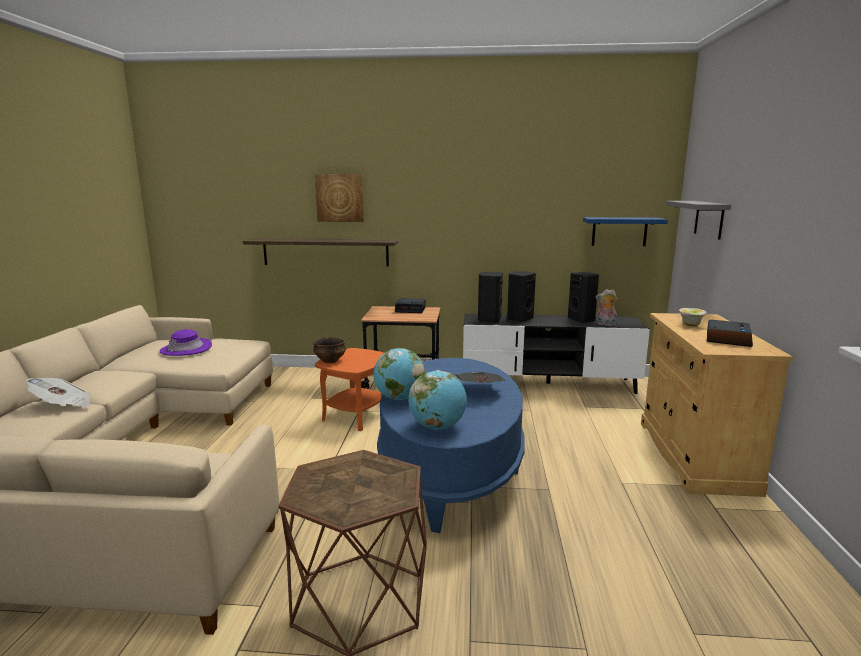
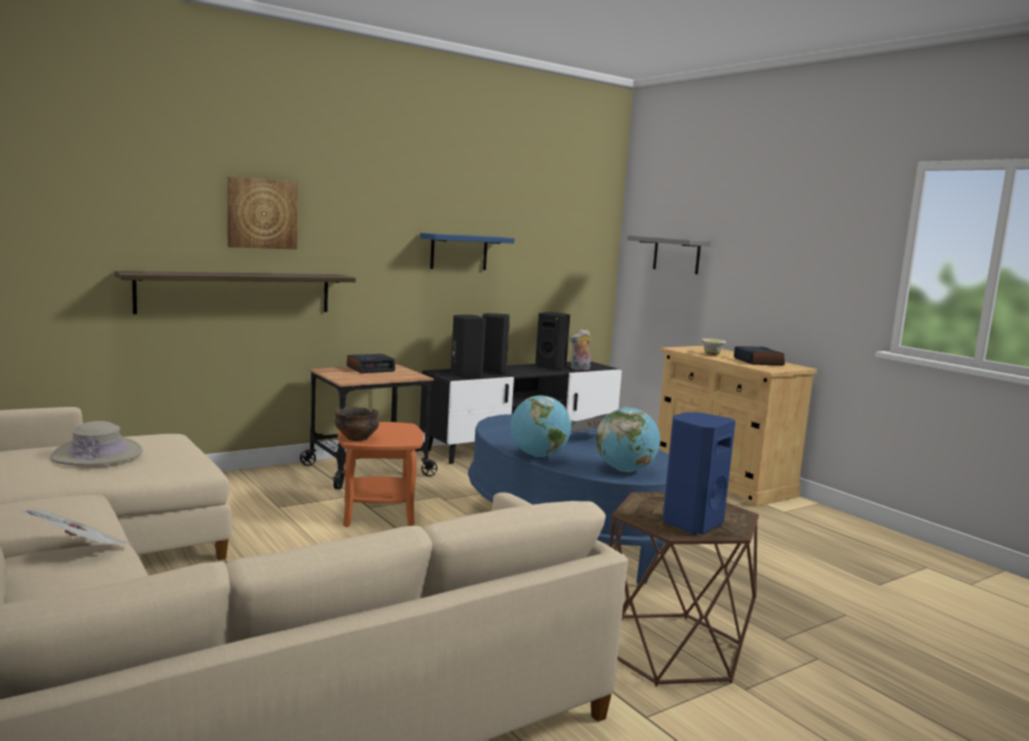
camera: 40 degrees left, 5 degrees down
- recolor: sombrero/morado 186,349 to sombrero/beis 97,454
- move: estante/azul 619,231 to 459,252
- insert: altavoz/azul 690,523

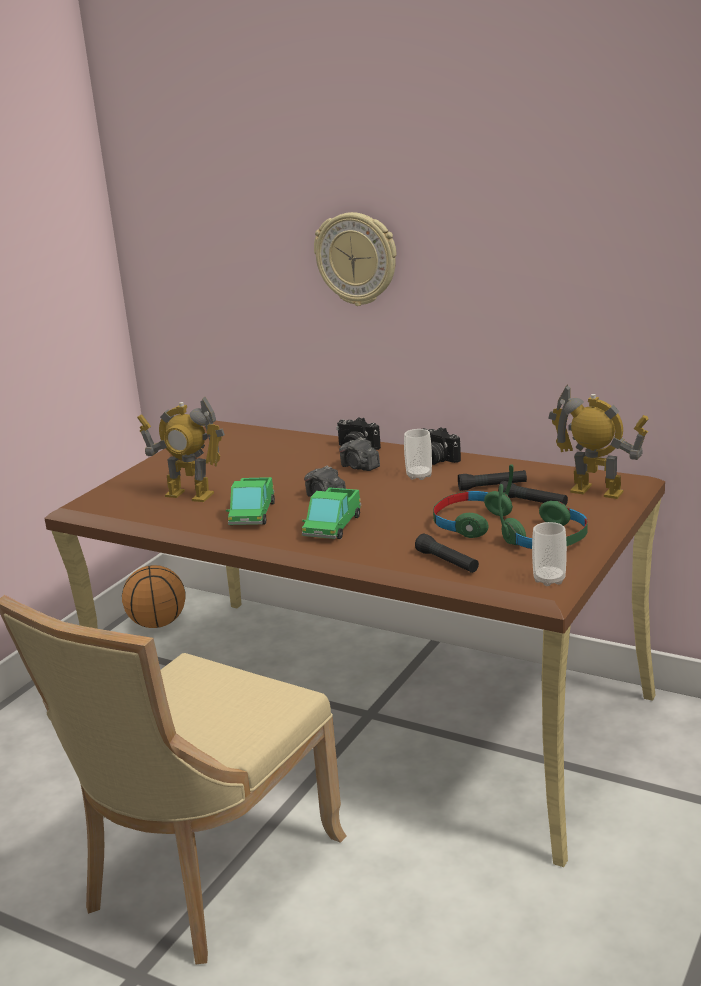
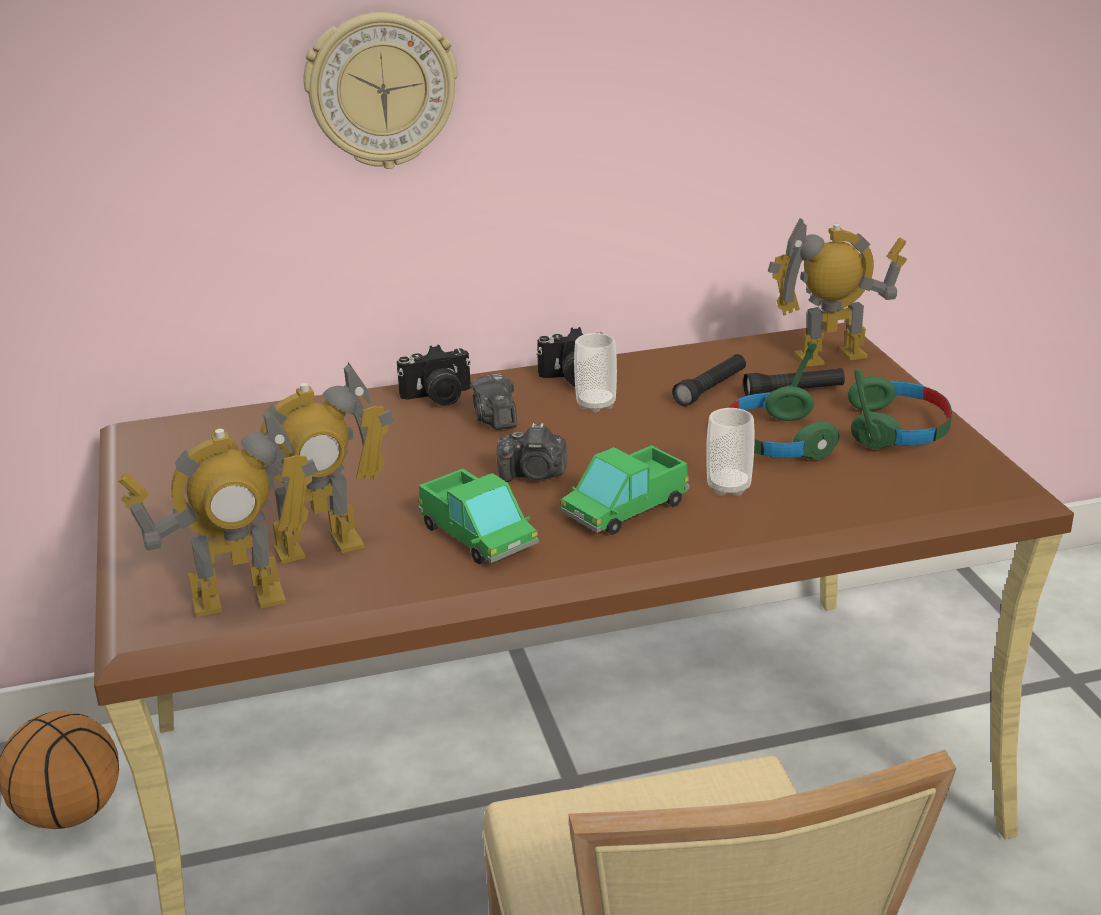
camera: 45 degrees left, 5 degrees up
- insert: robot de juguete 239,599
- rotate: cámara 360,467 = 495,419 75 degrees clockwise
- rotate: camión de juguete 332,526 = 625,509 75 degrees clockwise
- move: taza 549,579 to 729,487
- delete: linterna/negro 447,562

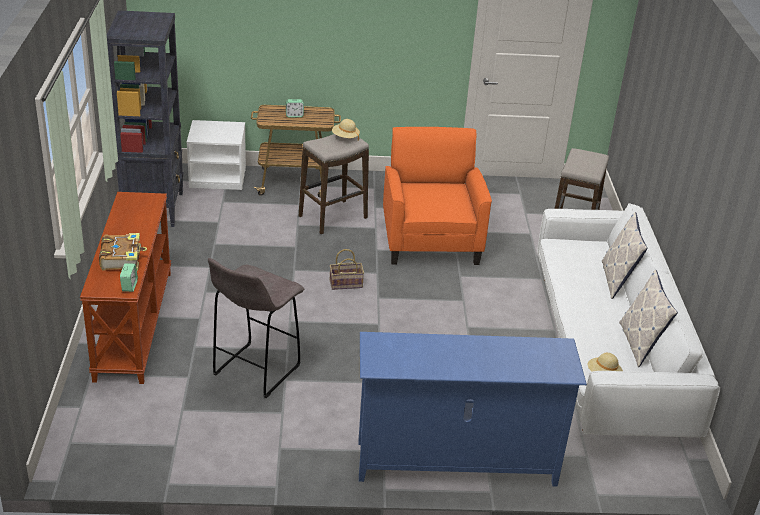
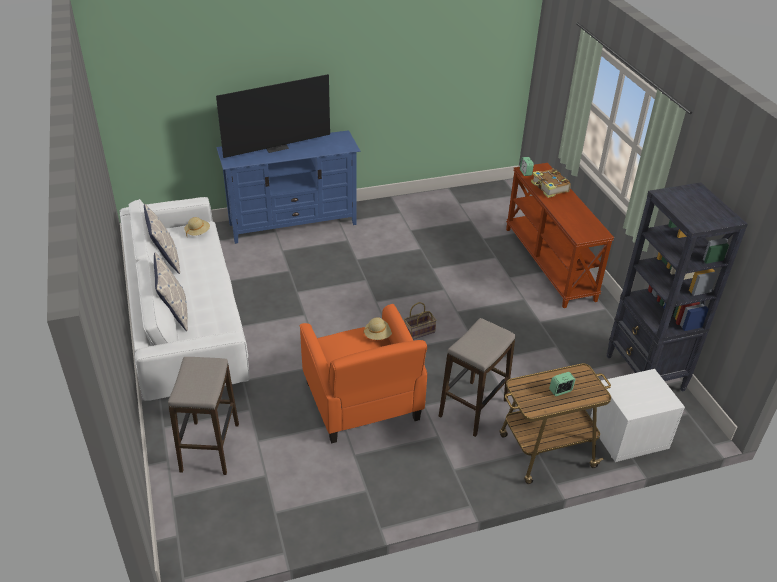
camera: 165 degrees right, 5 degrees up
- insert: televisor 276,147
- move: sombrero/beis 345,137 to 378,335
- delete: taburete/gris 255,371

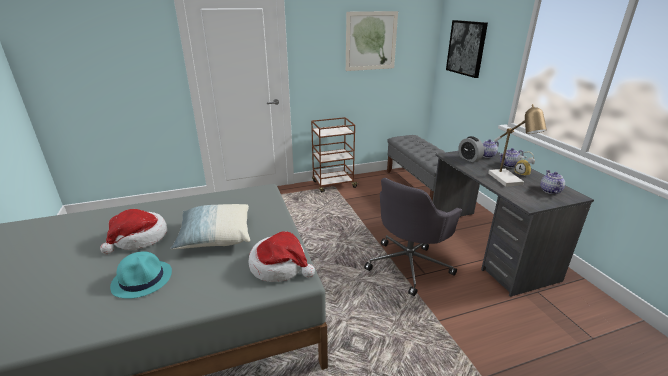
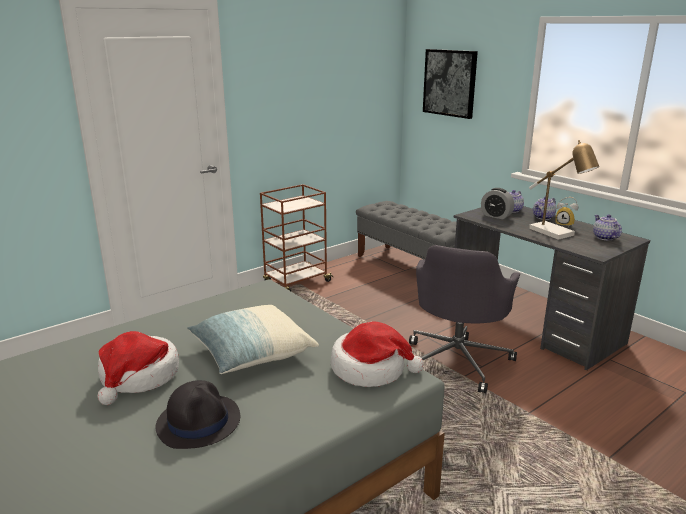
camera: 20 degrees left, 5 degrees down
- recolor: sombrero/turquesa 142,279 to sombrero/negro 199,422
- delete: cuadro 371,41

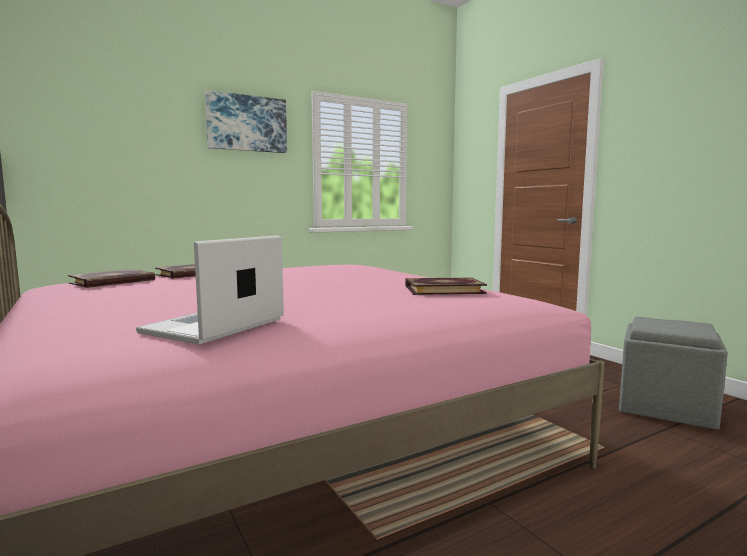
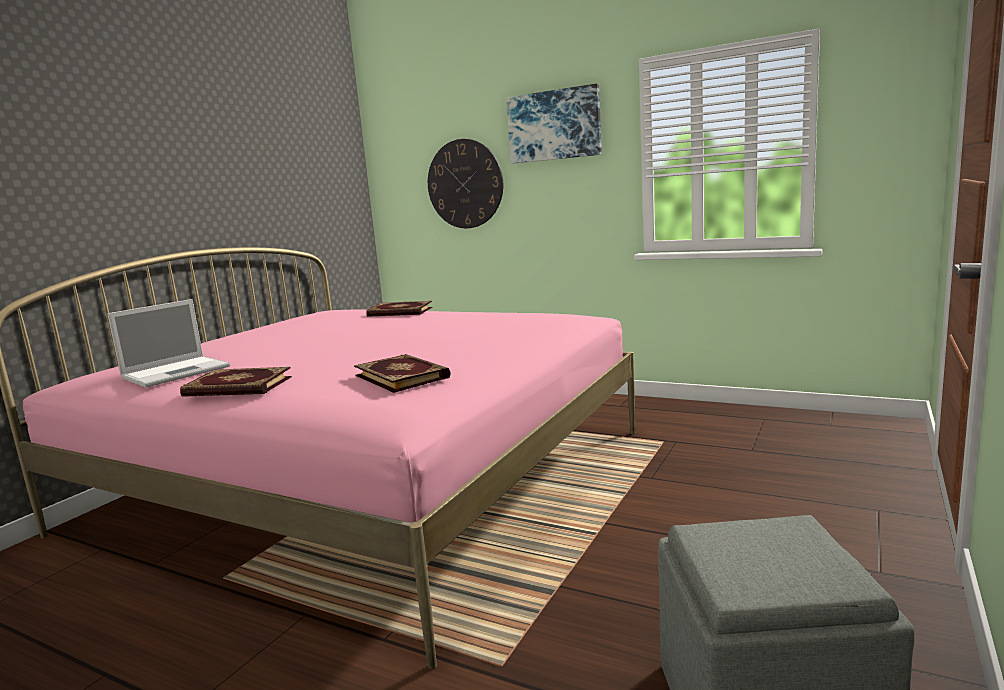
camera: 60 degrees right, 5 degrees up
- rotate: portátil 212,326 = 178,371 135 degrees clockwise
- move: libro 113,282 to 237,387
- insert: reloj de pared 465,184

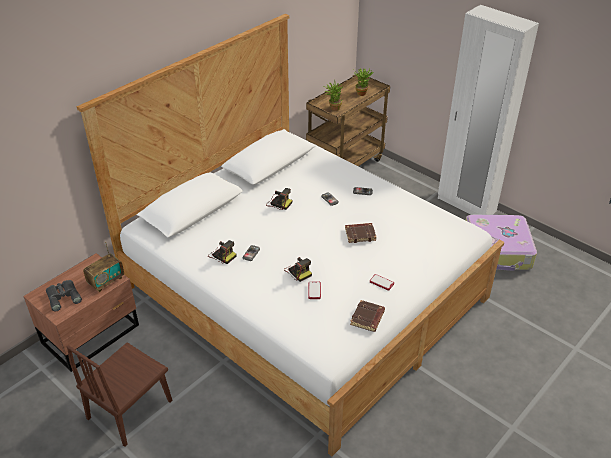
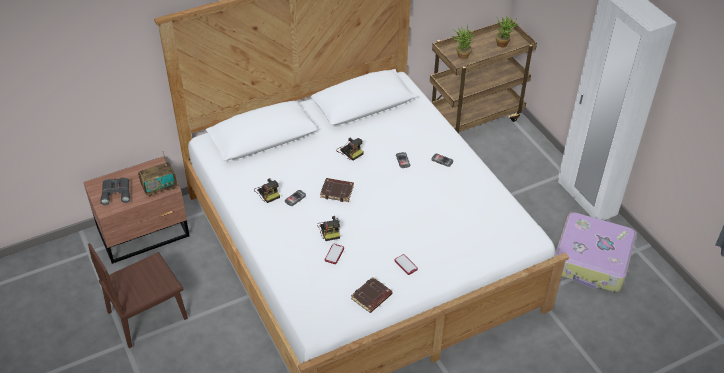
camera: 20 degrees right, 5 degrees up
- move: libro/marrón 360,234 to 337,191

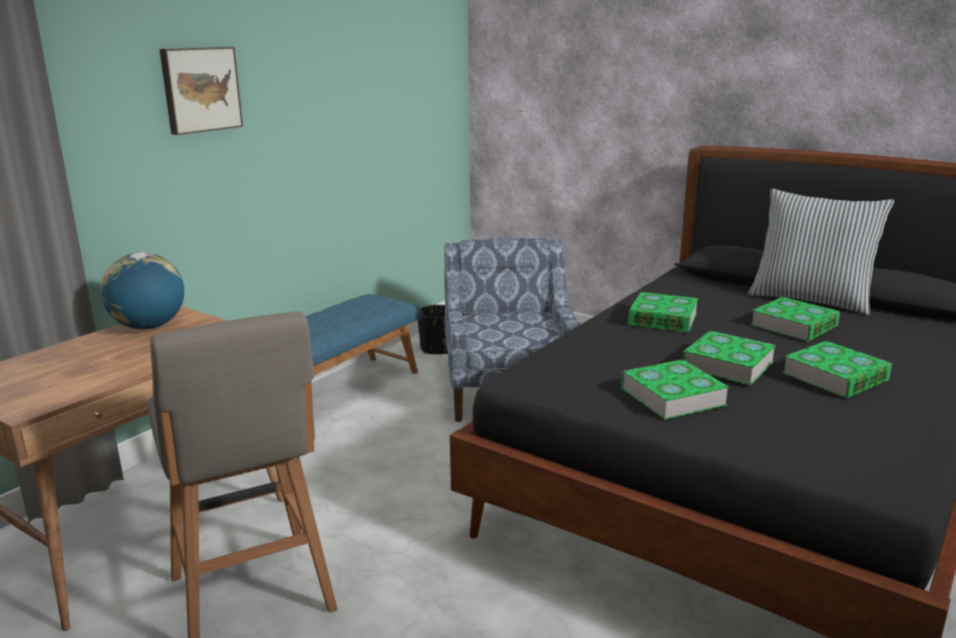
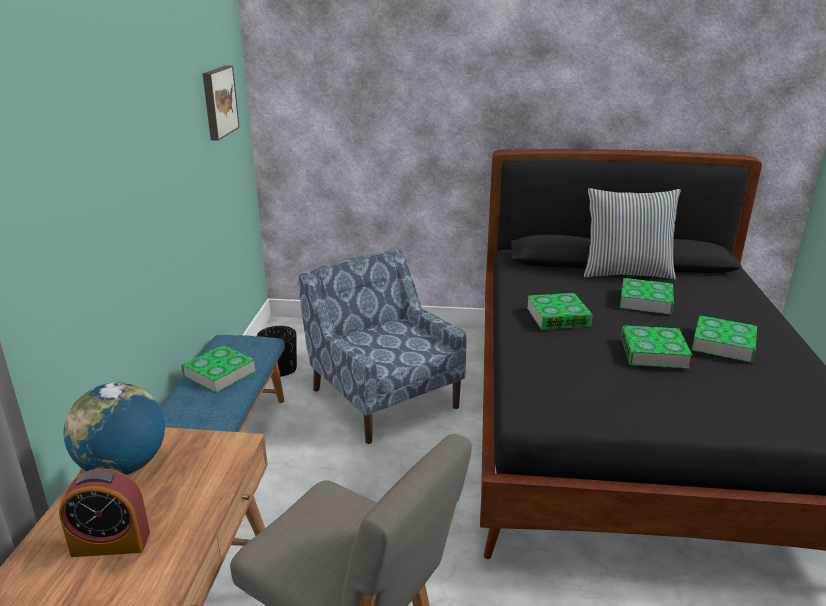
camera: 30 degrees left, 5 degrees up
- insert: despertador 111,543
- move: libro 672,396 to 219,373
- move: cuadro 200,89 to 218,102

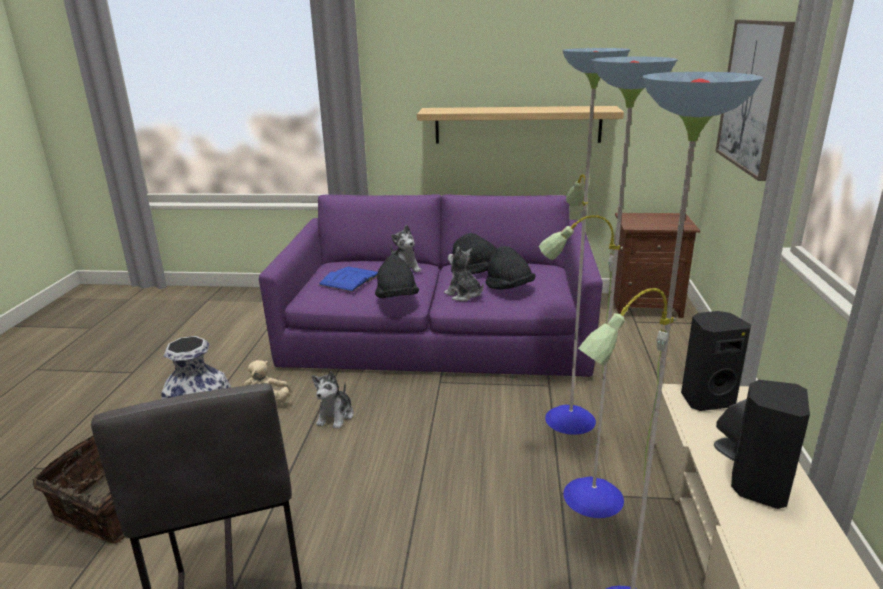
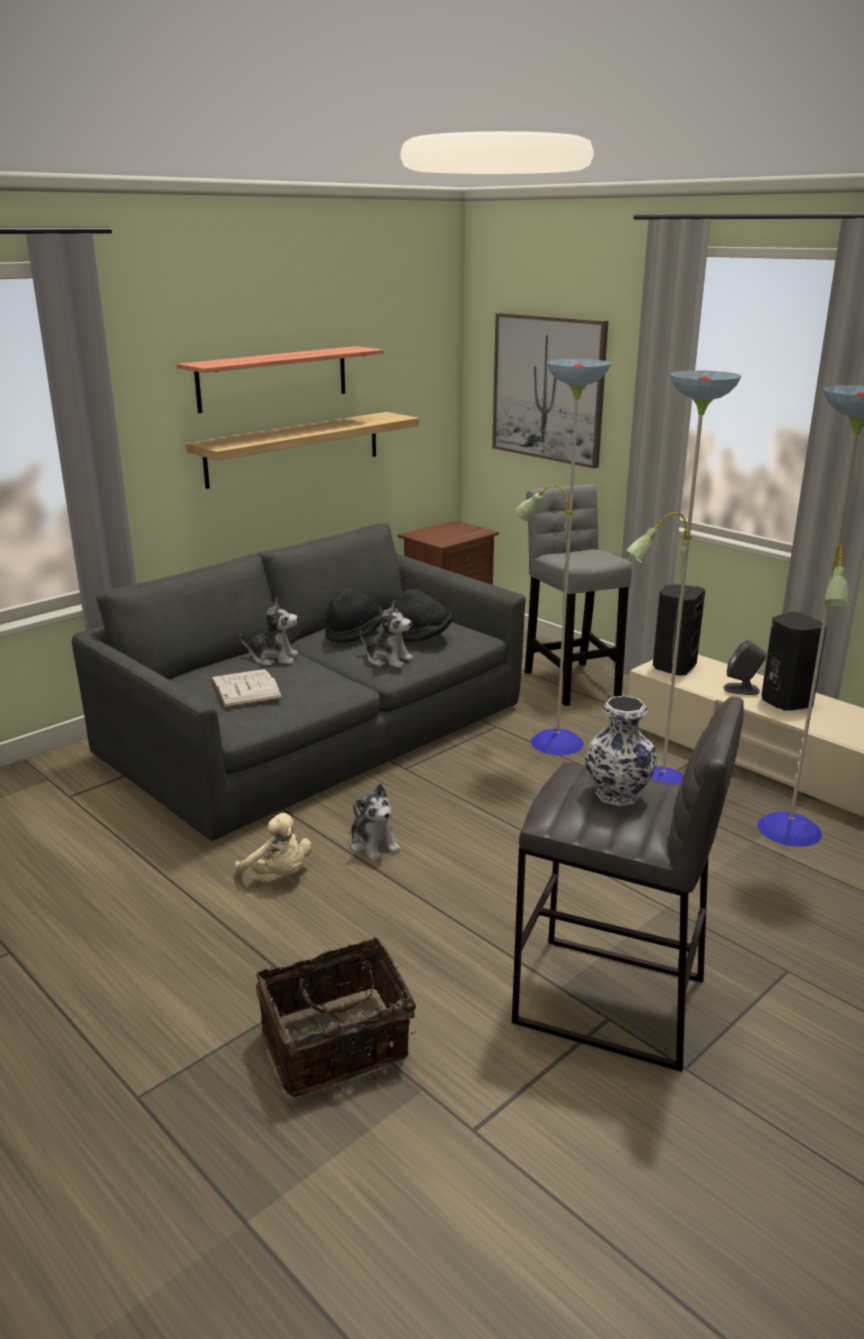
camera: 50 degrees left, 0 degrees up
- recolor: sofá/morado 439,334 to sofá/gris 316,730
- insert: estante 273,378
- recolor: libro/azul 350,279 to libro/blanco 245,688
- rotate: peluche 464,295 = 388,659 150 degrees counterclockwise
- insert: taburete/gris 570,681
- delete: sombrero/negro 396,298

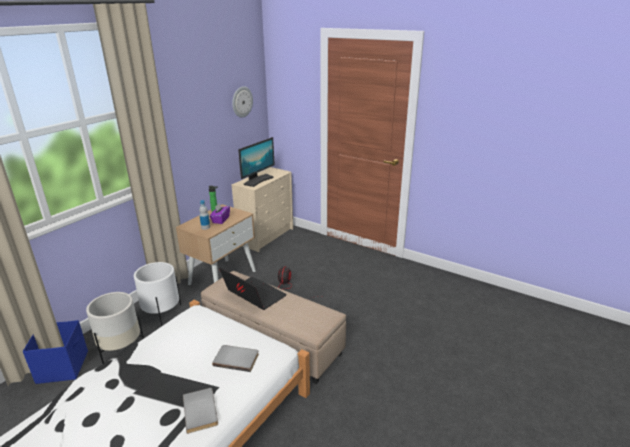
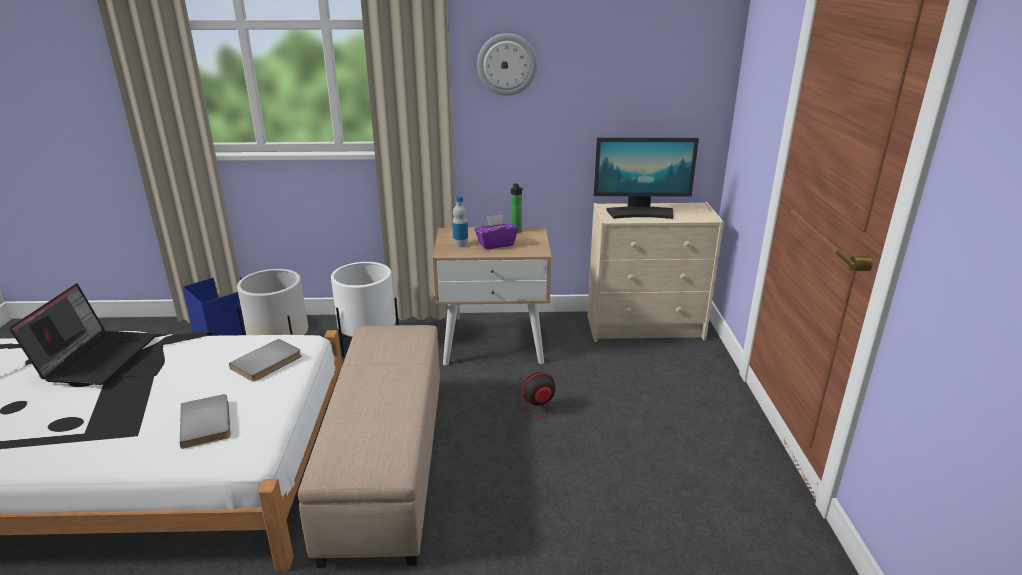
camera: 55 degrees right, 0 degrees up
- move: portátil 253,295 to 96,357
- move: libro/gris 202,410 to 268,363
- move: reloj de pared 242,102 to 507,64

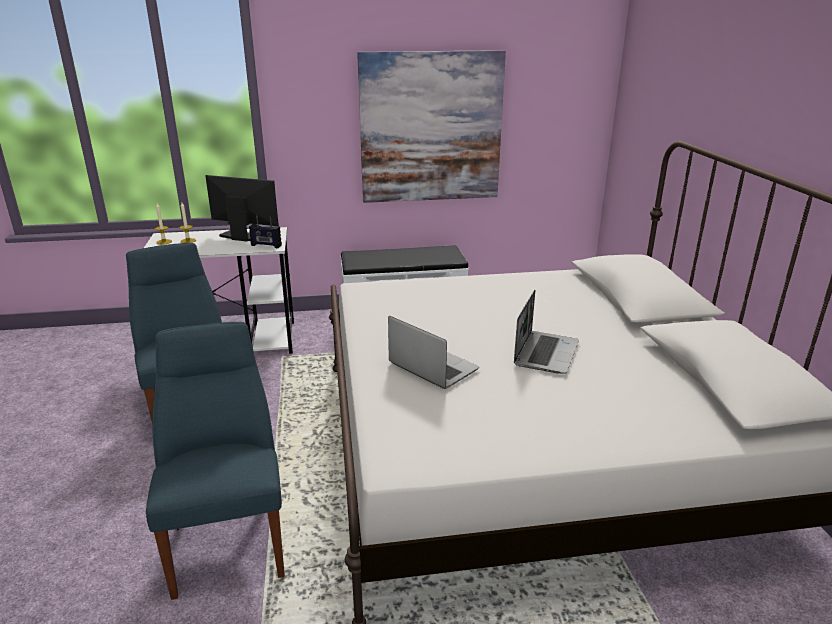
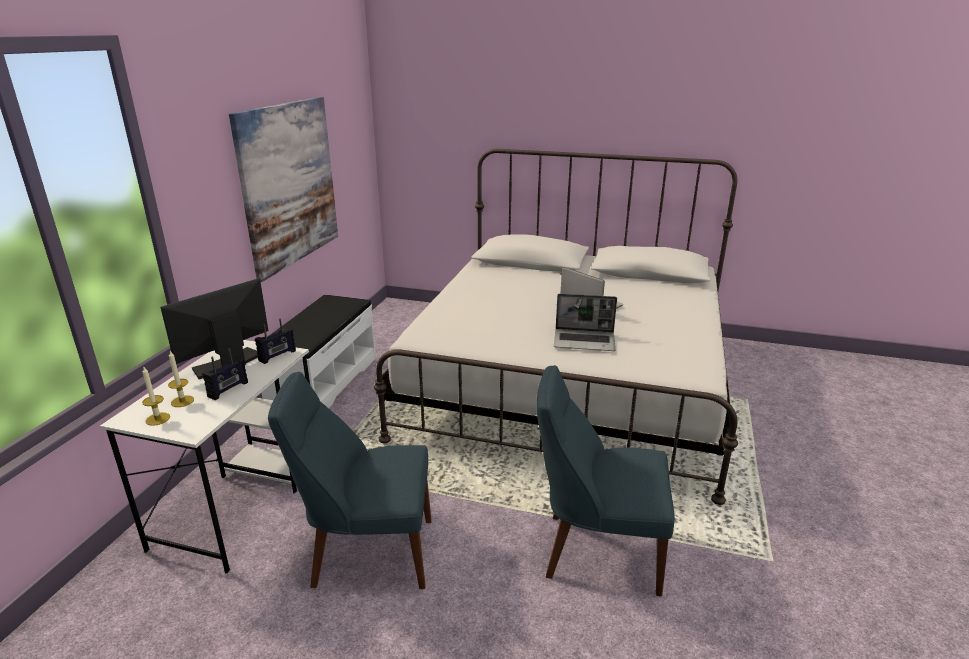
camera: 65 degrees left, 0 degrees up
- insert: radio 228,390
- rotate: portátil 431,367 = 585,341 150 degrees counterclockwise

